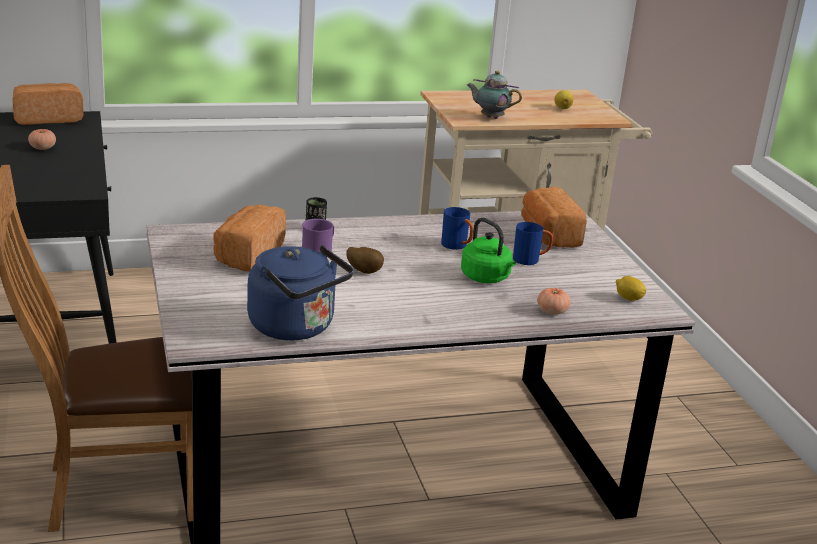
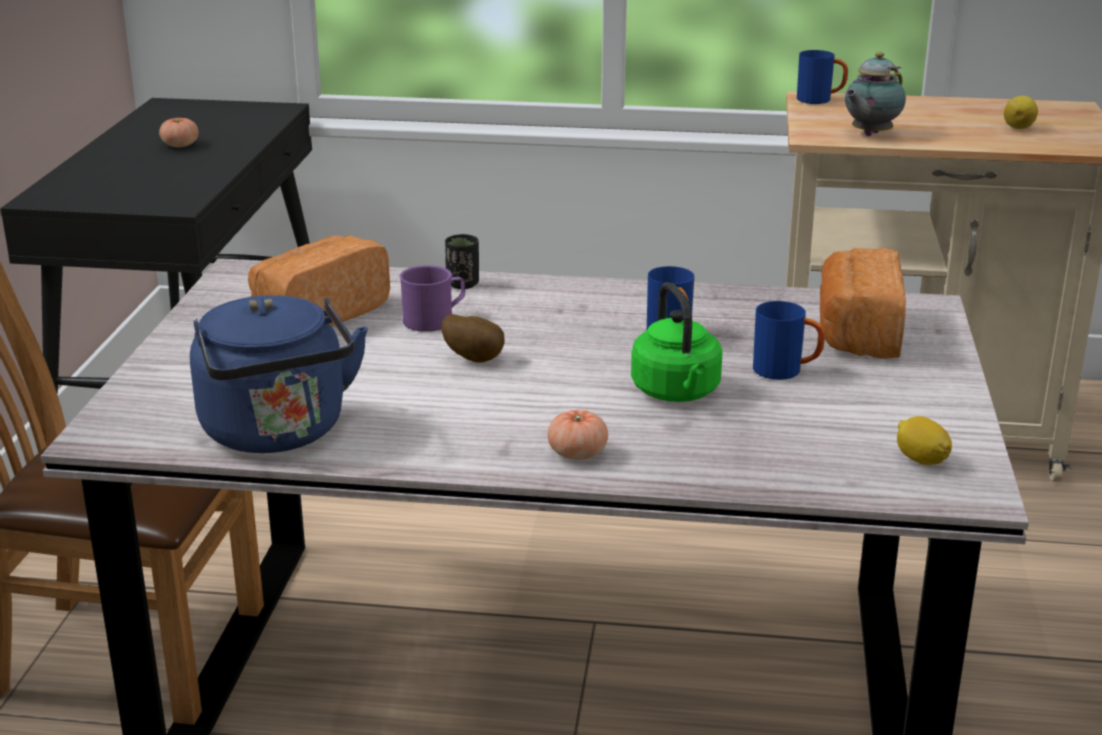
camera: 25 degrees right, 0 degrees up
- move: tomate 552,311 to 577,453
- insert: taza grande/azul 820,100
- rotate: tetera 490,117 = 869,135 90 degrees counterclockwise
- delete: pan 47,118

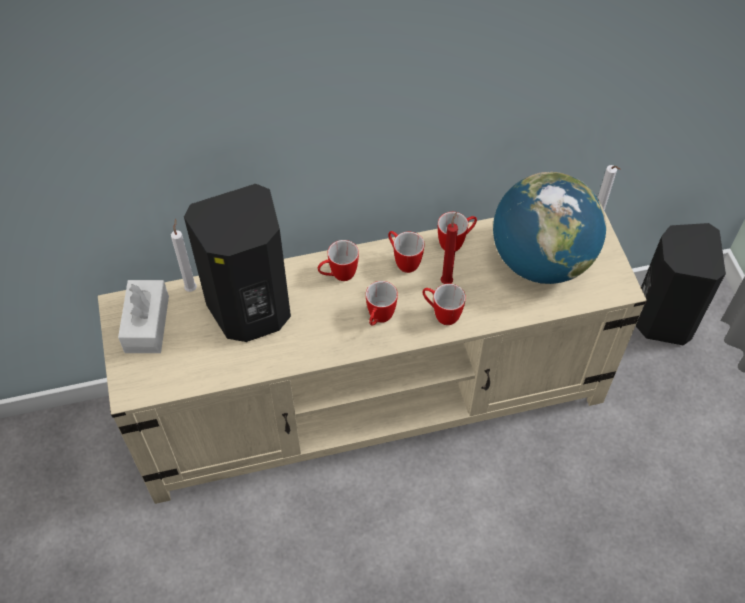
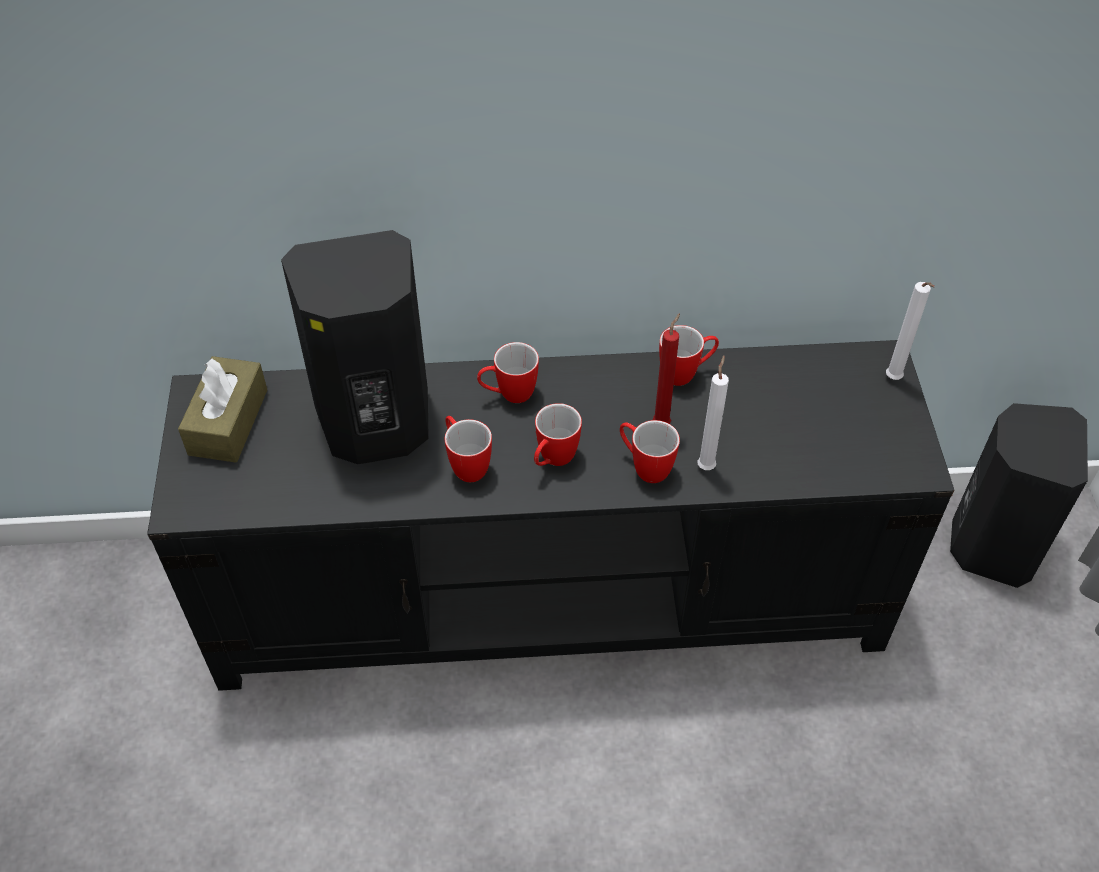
camera: 10 degrees right, 5 degrees down
- recolor: mueble de televisión/beis 373,400 to mueble de televisión/negro 552,597
- recolor: caja de pañuelos/blanco 147,324 to caja de pañuelos/marrón 228,422
- move: taza grande 403,261 to 465,464
- move: vela/blanco 191,287 to 706,465
- delete: globo terráqueo 540,260

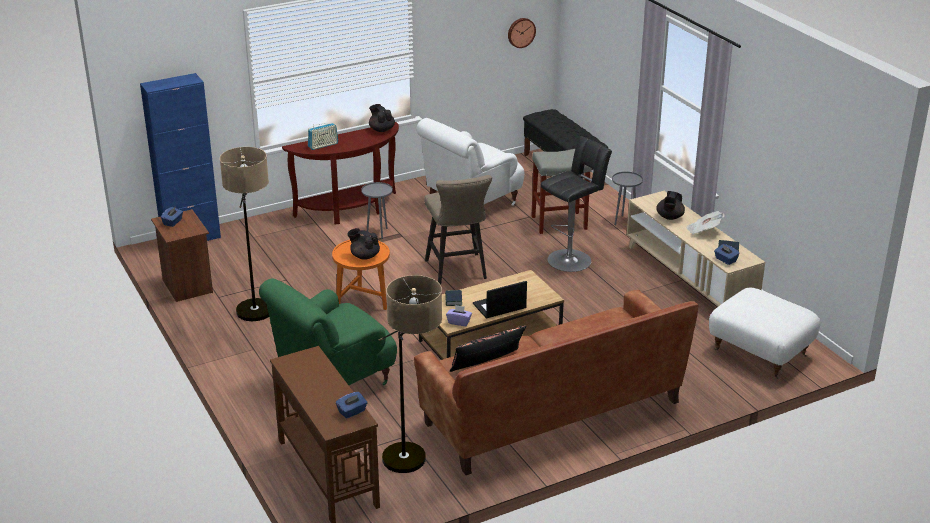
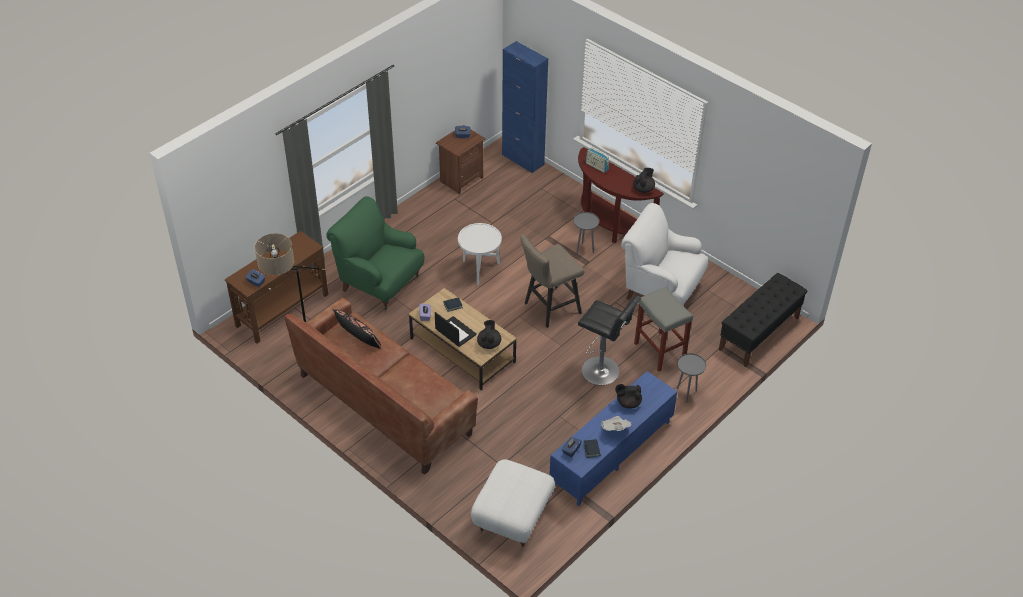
camera: 70 degrees right, 15 degrees up
- recolor: mesa auxiliar/naranja 363,303 to mesa auxiliar/blanco 480,270
- move: tetera/negro 364,256 to 489,343
- recolor: mueble de televisión/beis 689,277 to mueble de televisión/azul 612,453
- delete: lámpara de pie 257,319
- delete: reloj de pared 521,32

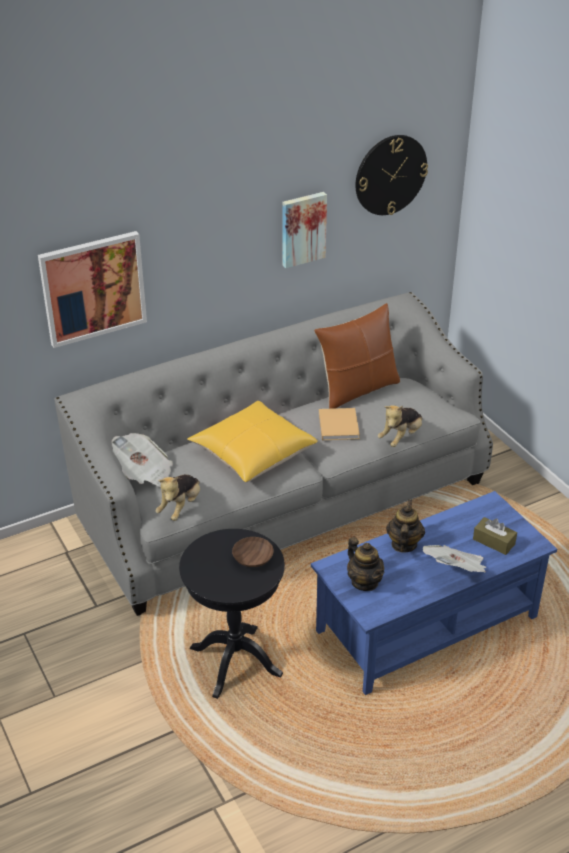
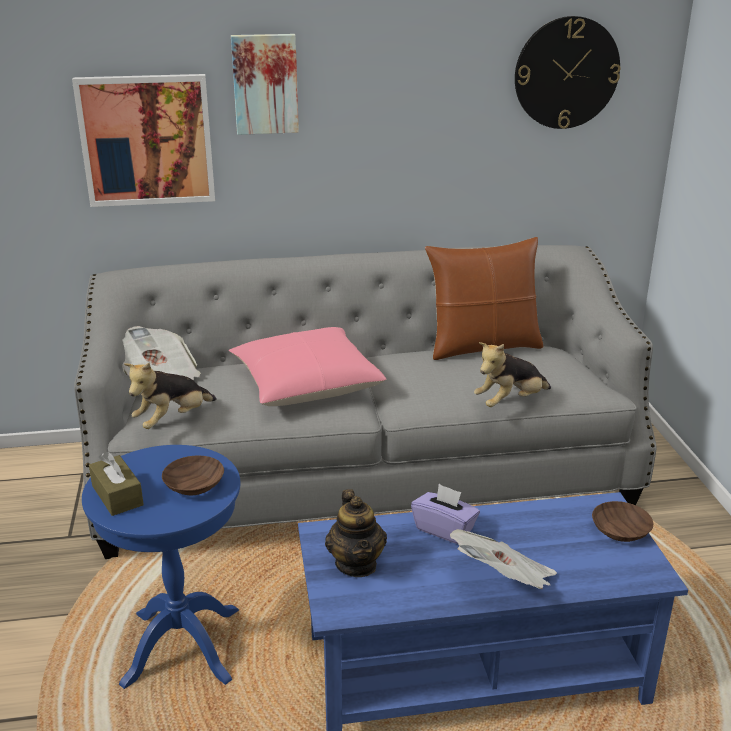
camera: 20 degrees right, 10 degrees down
- recolor: mesa auxiliar/negro 235,661 to mesa auxiliar/azul 182,647
- move: caja de pañuelos/marrón 494,541 to 117,495
- recolor: cojín/amarillo 252,453 to cojín/rosa 306,384
- move: cuadro 302,229 to 265,84
- replace: tetera 403,544 to caja de pañuelos/morado 444,529
- insert: cuenco/marrón 619,530
- delete: libro/beis 338,425

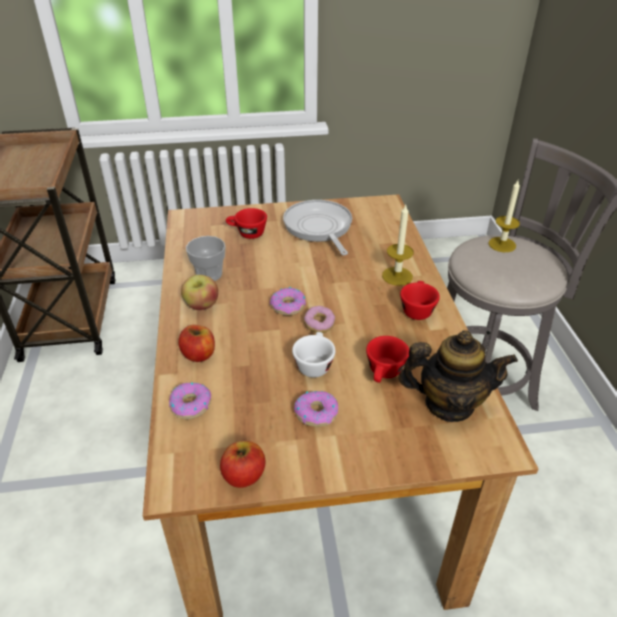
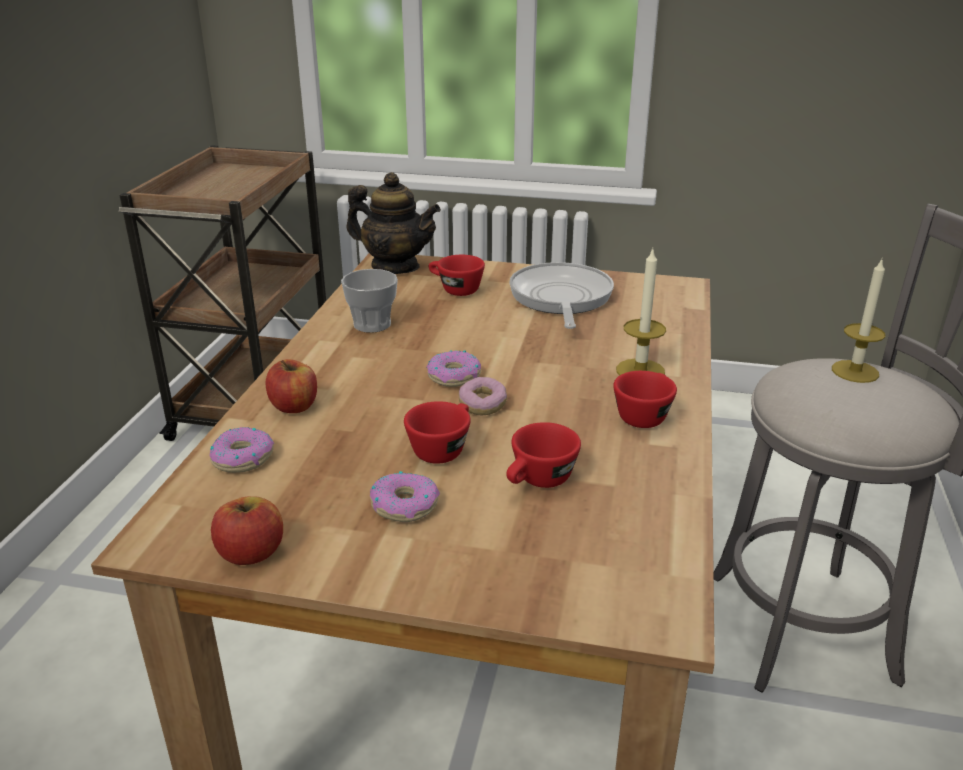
camera: 20 degrees right, 10 degrees down
- move: tetera 449,404 to 395,267
- recolor: taza/blanco 314,364 to taza/rojo 442,448
- delete: manzana 201,305

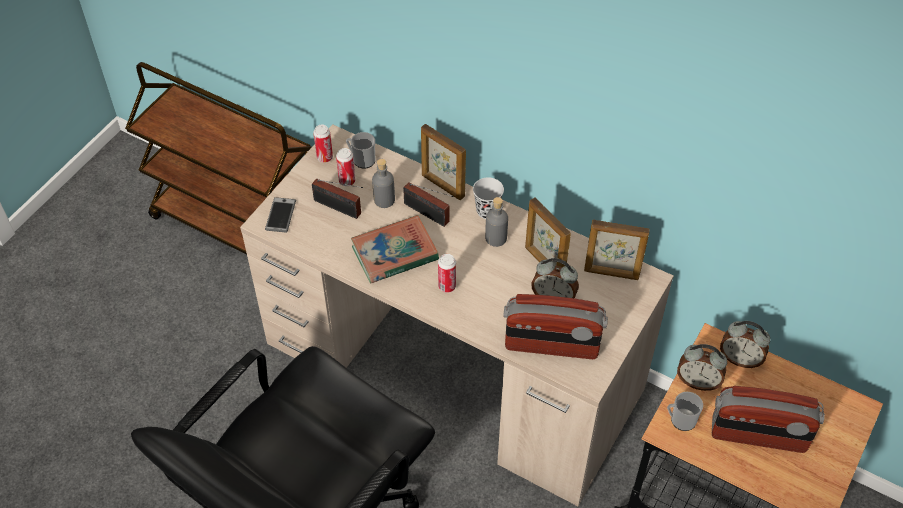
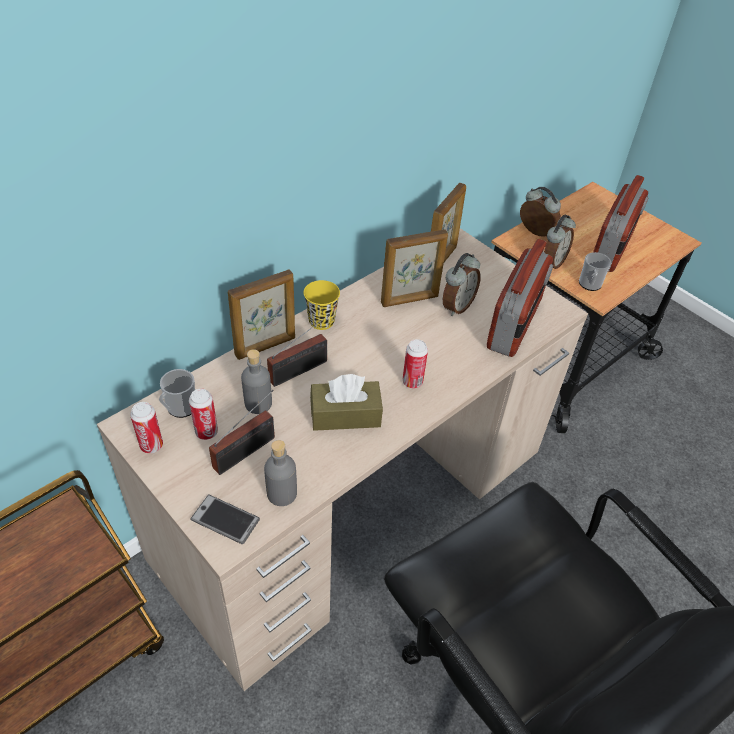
camera: 75 degrees left, 5 degrees down
- move: botella/gris 496,238 to 281,493
- recolor: taza/negro 487,211 to taza/amarillo 321,321
- replace: libro 395,253 to caja de pañuelos/marrón 345,415
- rotate: despertador 740,358 = 534,233 90 degrees counterclockwise

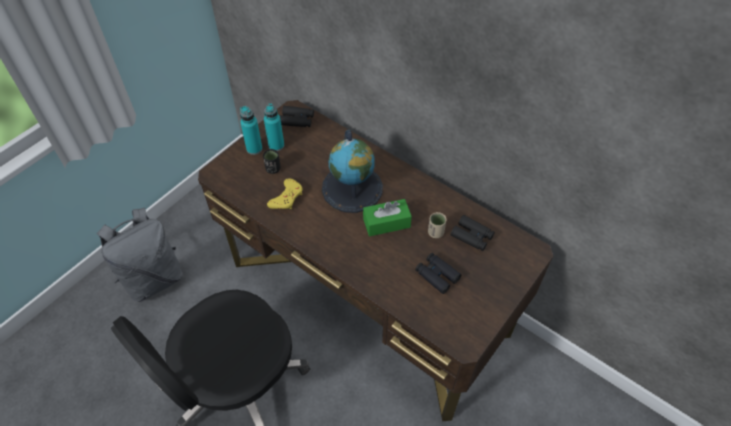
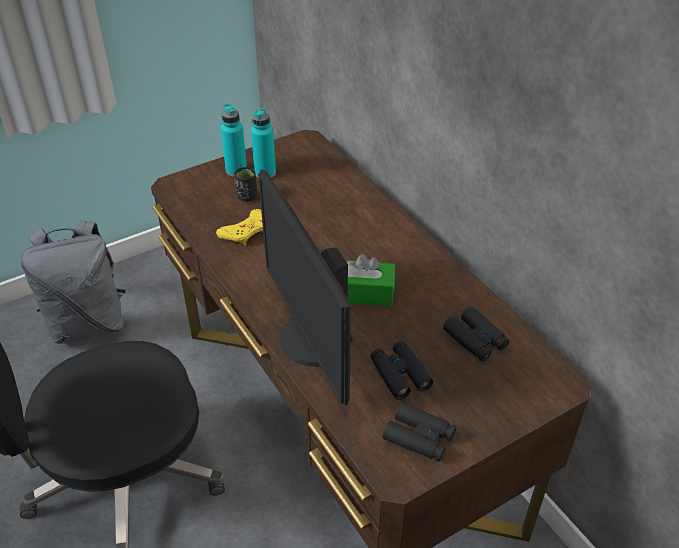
camera: 20 degrees right, 10 degrees down
- insert: monitor 312,340
- move: prismáticos/negro 297,120 to 419,437
- delete: globo terráqueo 352,188
- delete: taza/beis 435,232

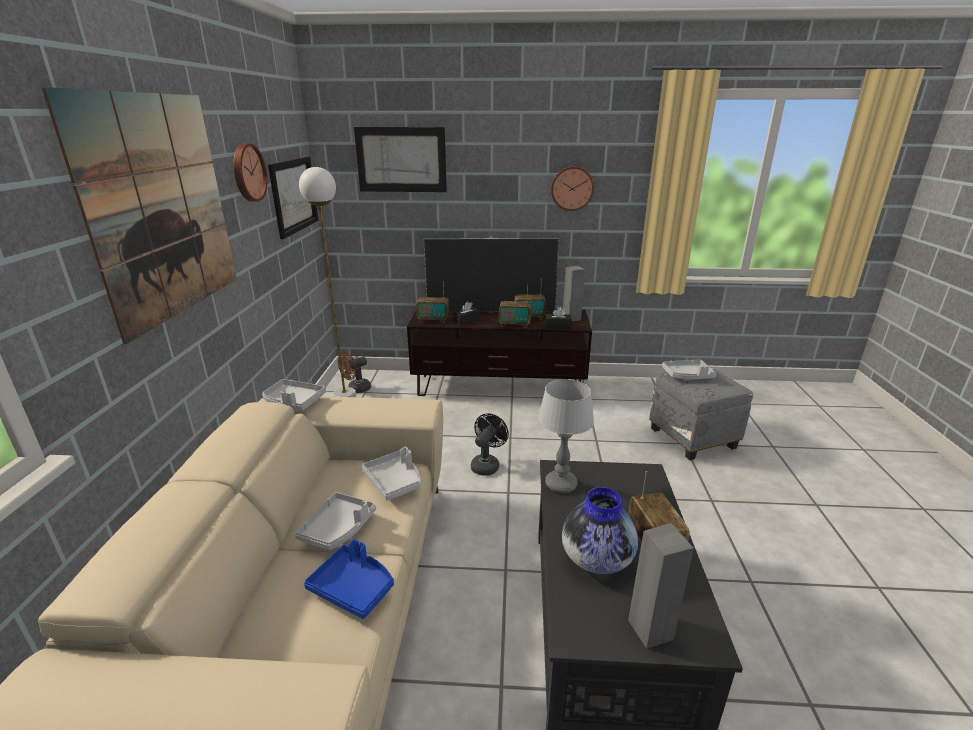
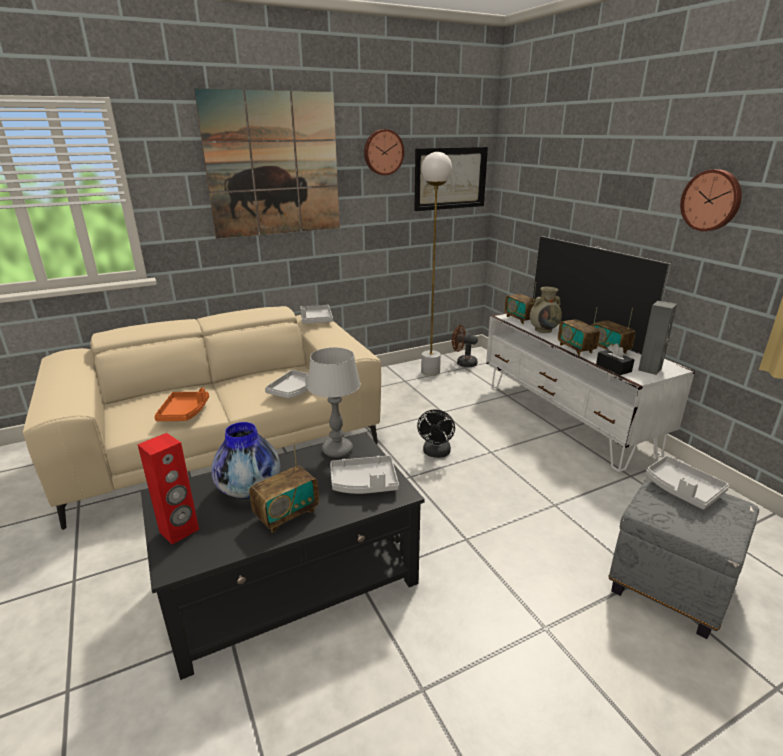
camera: 60 degrees right, 0 degrees up
- recolor: altavoz/gris 650,629 to altavoz/rojo 179,531
- recolor: bandeja/azul 353,588 to bandeja/naranja 184,412
- move: bandeja/gris 338,528 to 364,483
- rotate: ventilador/negro 487,464 = 436,453 105 degrees clockwise
- recolor: mueble de televisión/marrón 499,387 to mueble de televisión/blanco 566,418
- replace: caja de pañuelos/negro 466,320 to florero/beis 544,330
- delete: cuadro 401,160

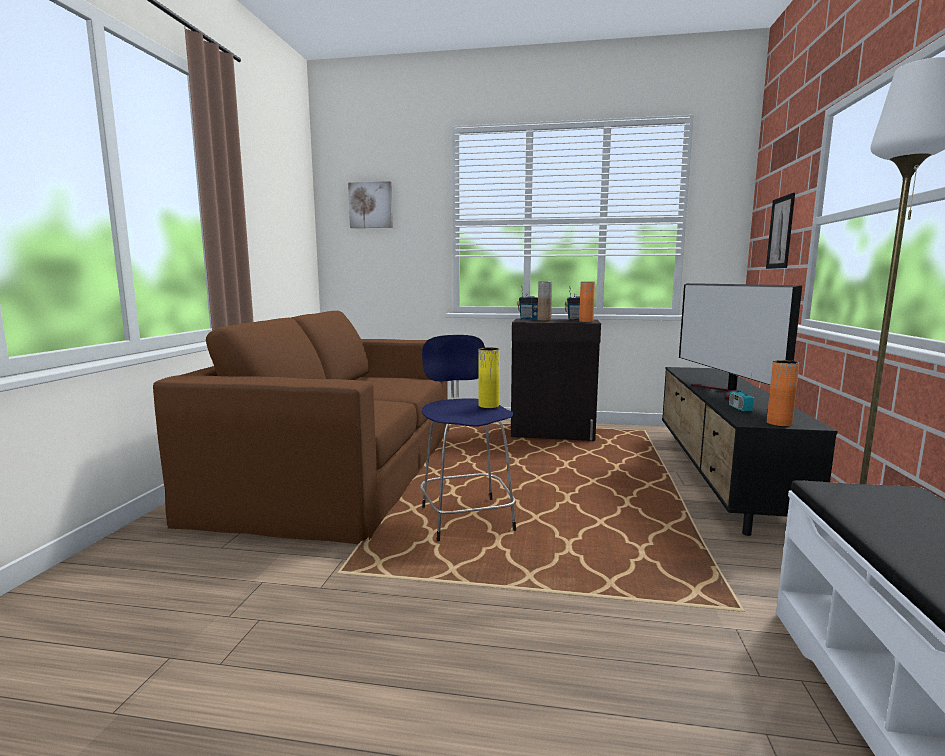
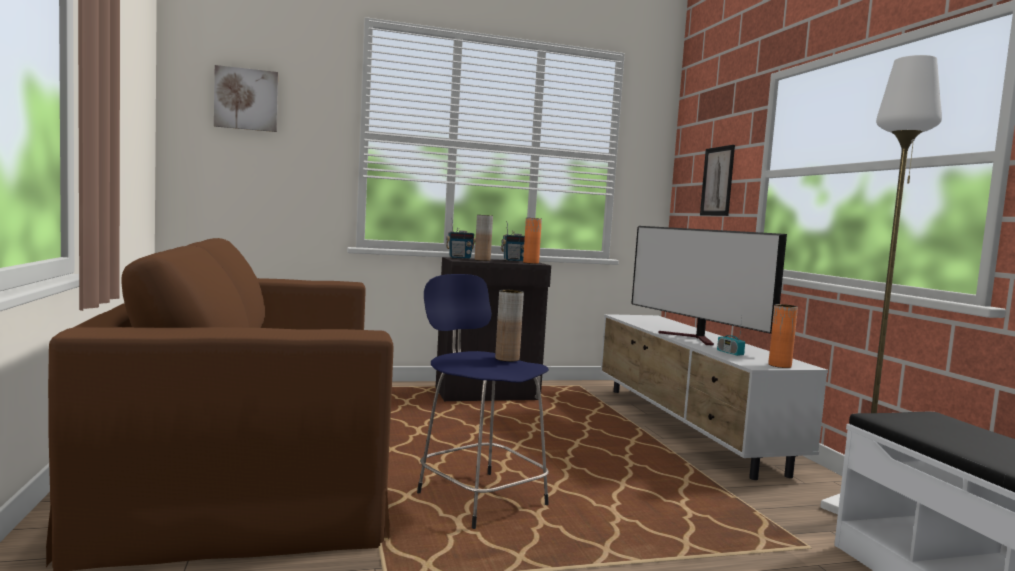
camera: 25 degrees left, 5 degrees down
- recolor: florero/amarillo 488,406 to florero/marrón 507,359
- recolor: mueble de televisión/negro 719,476 to mueble de televisión/blanco 686,427

